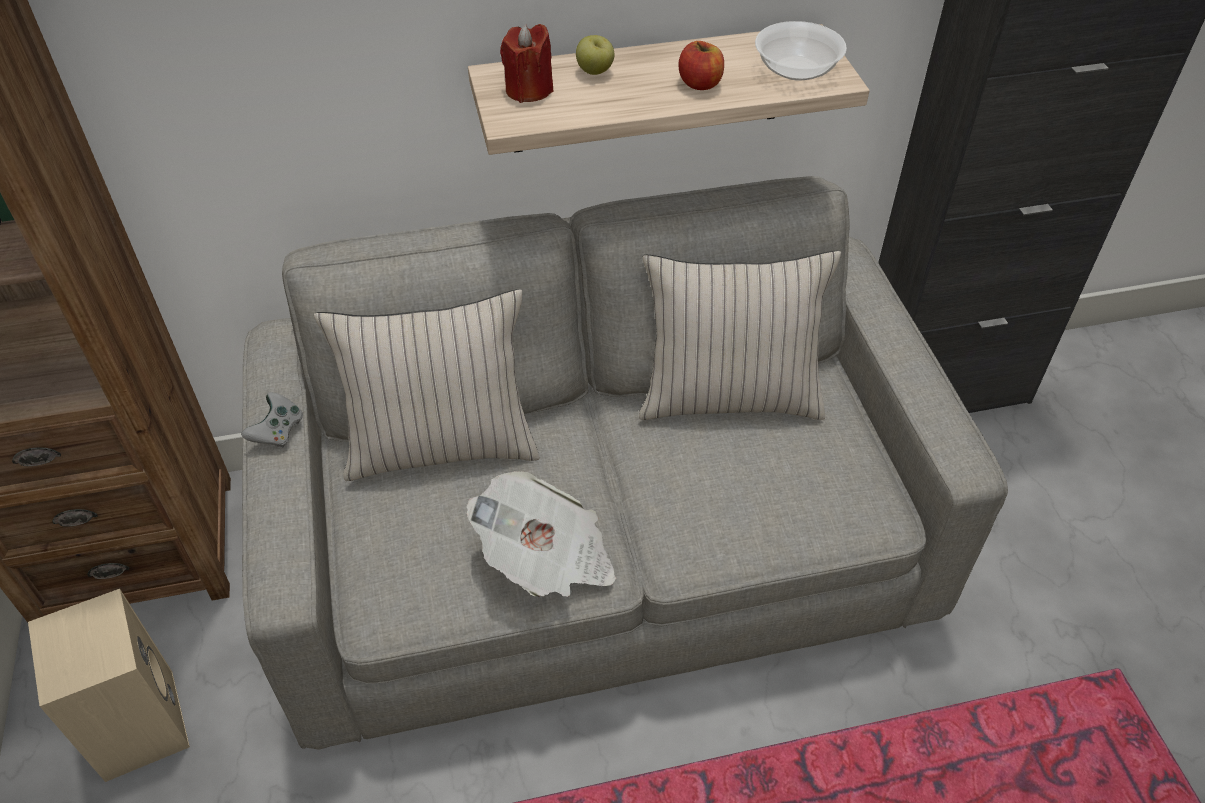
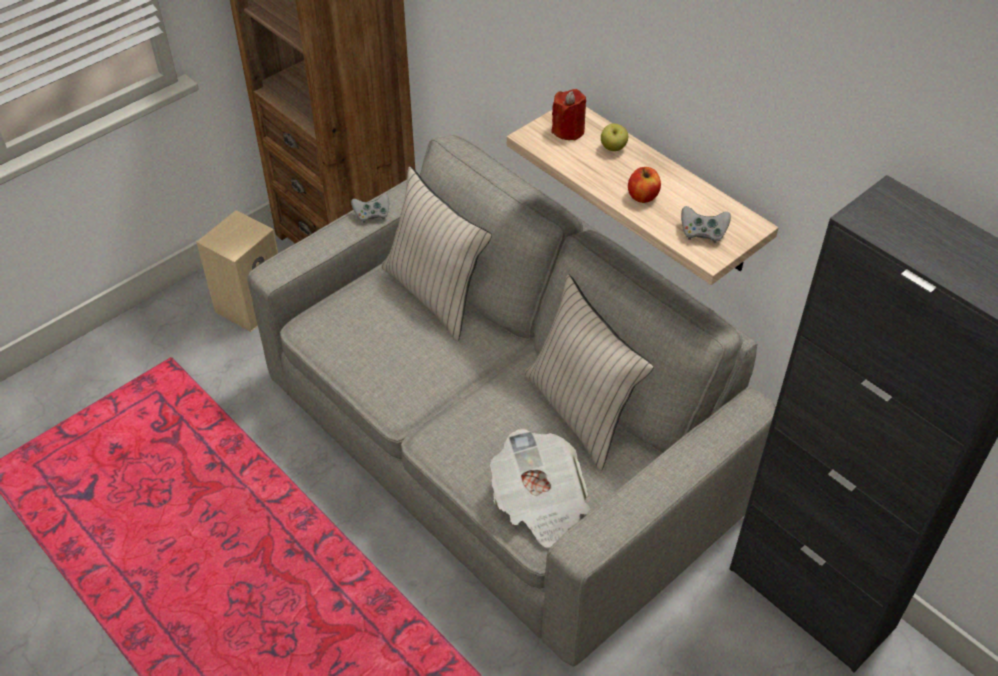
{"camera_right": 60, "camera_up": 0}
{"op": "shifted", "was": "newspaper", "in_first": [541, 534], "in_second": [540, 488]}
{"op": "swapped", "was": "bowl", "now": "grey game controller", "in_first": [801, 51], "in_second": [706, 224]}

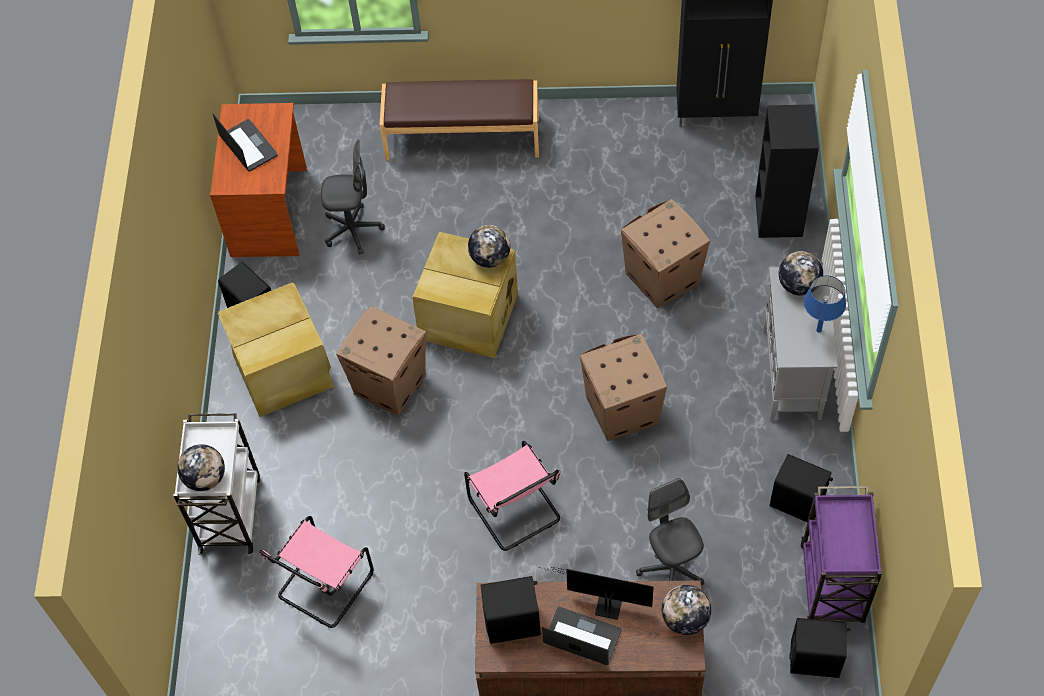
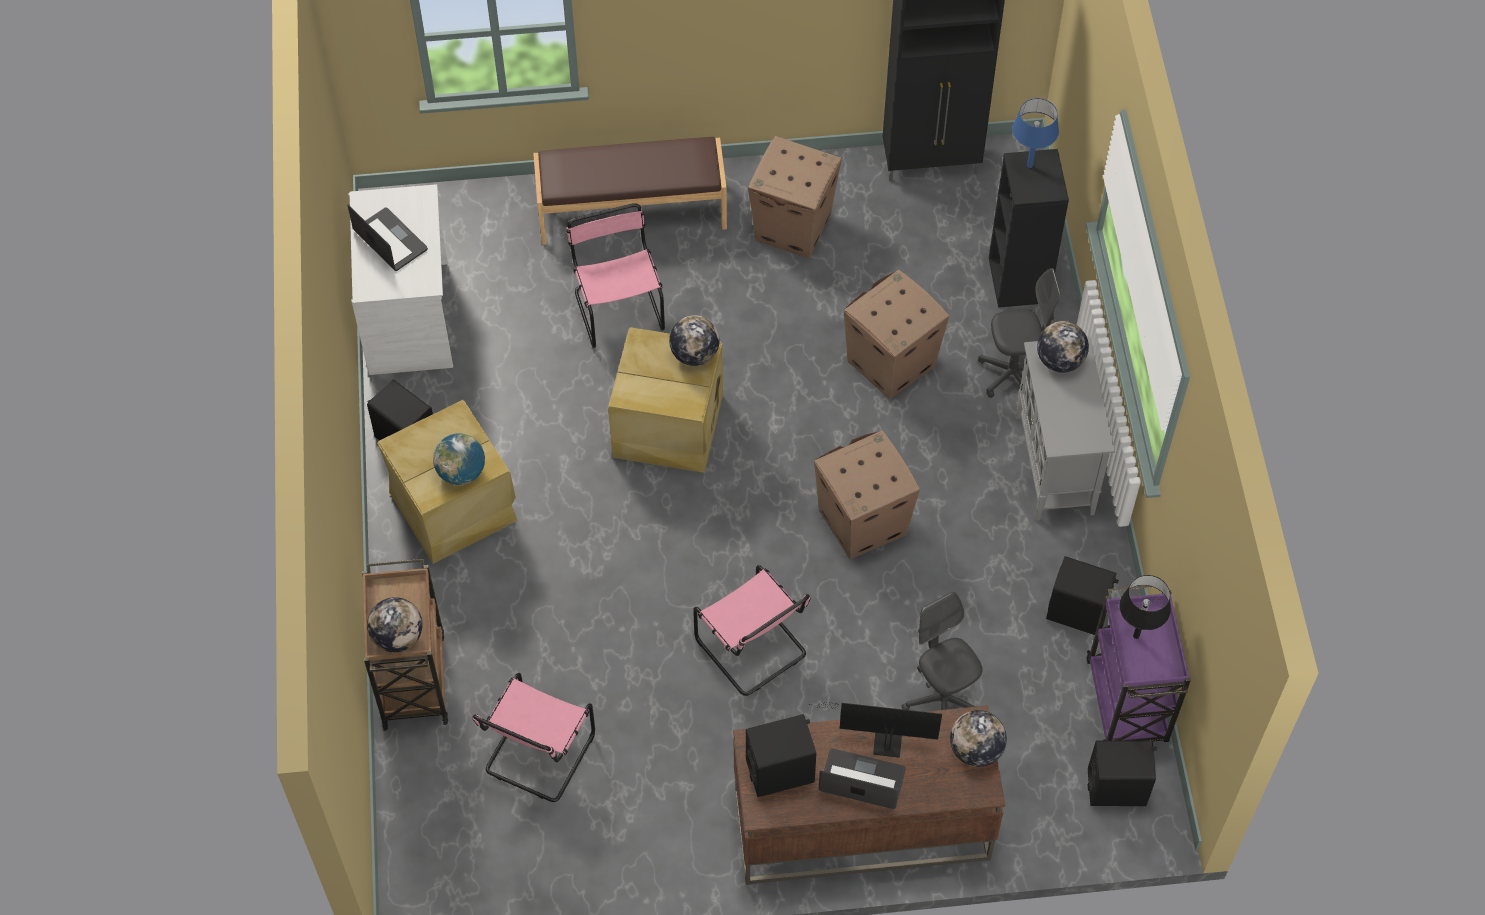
{"camera_right": -10, "camera_up": 0}
{"op": "new", "now": "globe", "in_second": [459, 459]}
{"op": "new", "now": "pink chair", "in_second": [615, 275]}
{"op": "new", "now": "black table lamp", "in_second": [1145, 607]}
{"op": "shifted", "was": "grey office chair", "in_first": [353, 197], "in_second": [1019, 333]}
{"op": "shifted", "was": "cardboard box", "in_first": [381, 360], "in_second": [795, 197]}
{"op": "shifted", "was": "blue table lamp", "in_first": [825, 304], "in_second": [1035, 133]}
{"op": "repainted", "was": "white cart", "now": "brown cart", "in_first": [216, 484], "in_second": [405, 645]}
{"op": "repainted", "was": "brown desk", "now": "white desk", "in_first": [258, 180], "in_second": [401, 279]}

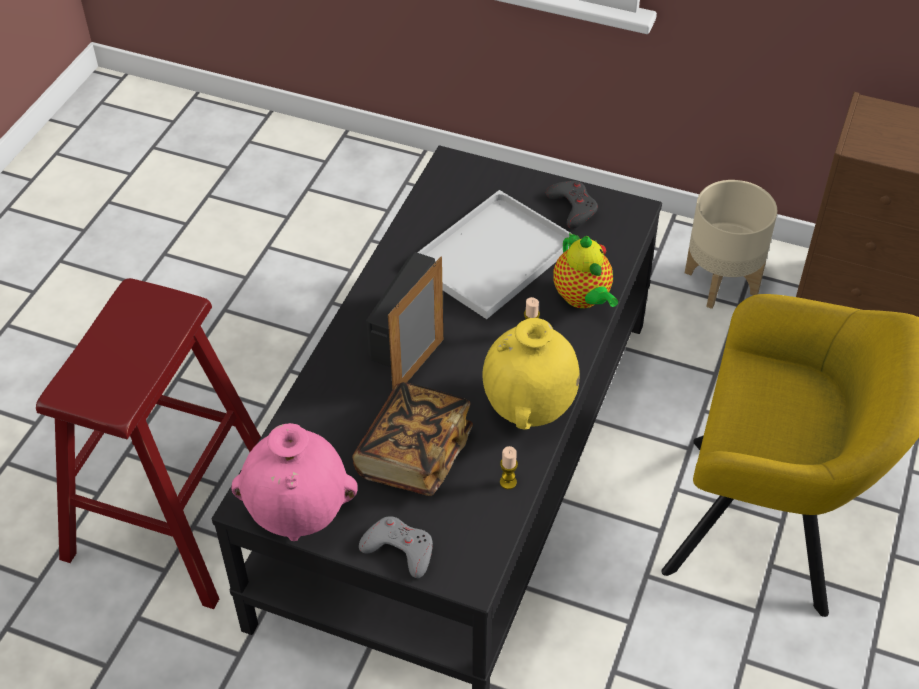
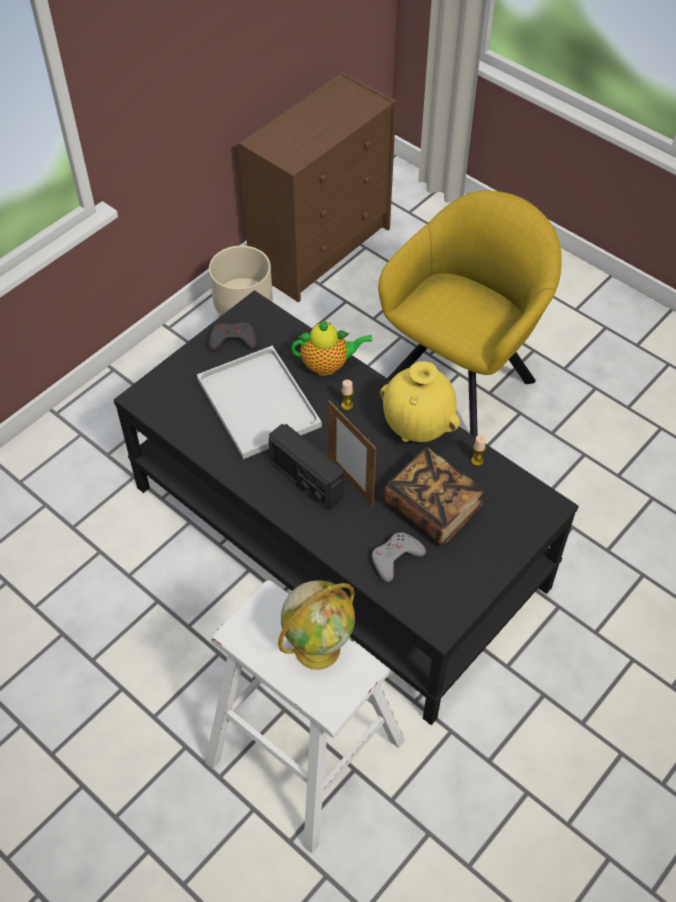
{"camera_right": -70, "camera_up": 5}
{"op": "gone", "was": "pink vase", "in_first": [295, 482]}
{"op": "new", "now": "globe", "in_second": [316, 625]}
{"op": "shifted", "was": "grey game controller", "in_first": [396, 547], "in_second": [399, 557]}
{"op": "repainted", "was": "red stool", "now": "white stool", "in_first": [148, 443], "in_second": [305, 717]}

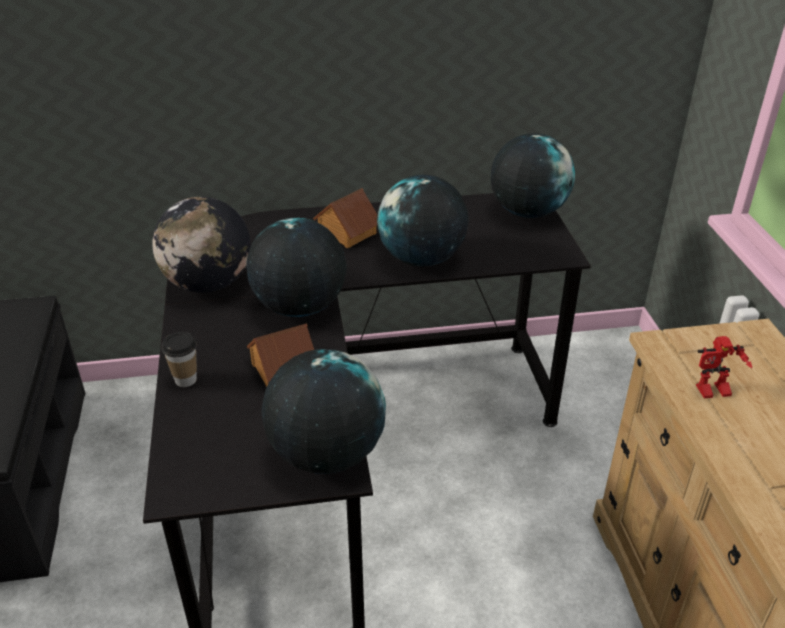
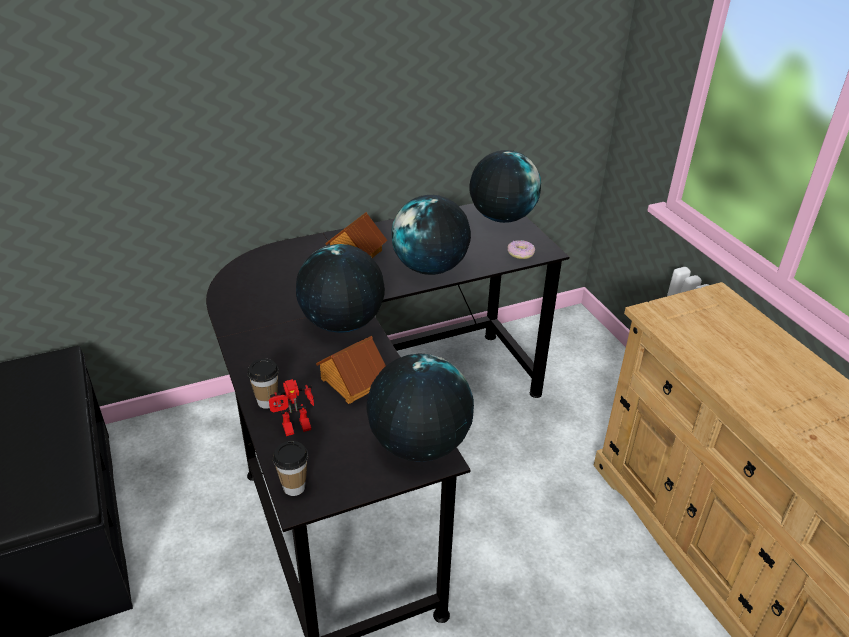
{"camera_right": -15, "camera_up": 0}
{"op": "gone", "was": "globe", "in_first": [201, 245]}
{"op": "new", "now": "cup", "in_second": [291, 468]}
{"op": "new", "now": "donut", "in_second": [521, 249]}
{"op": "shifted", "was": "toy robot", "in_first": [724, 367], "in_second": [291, 407]}

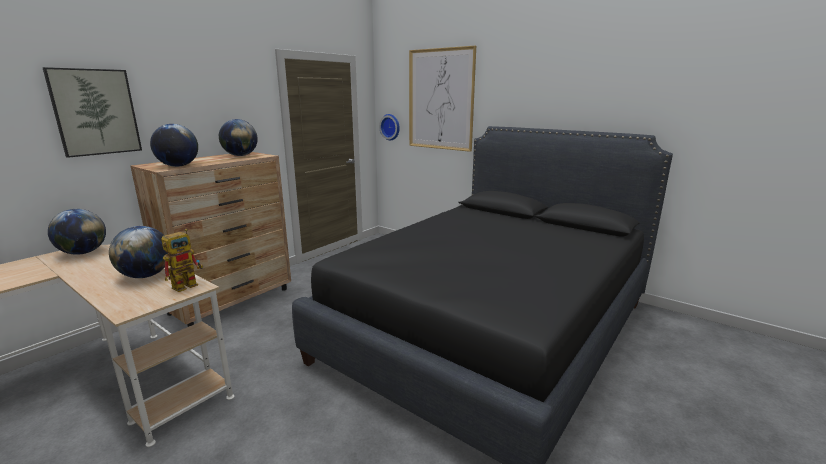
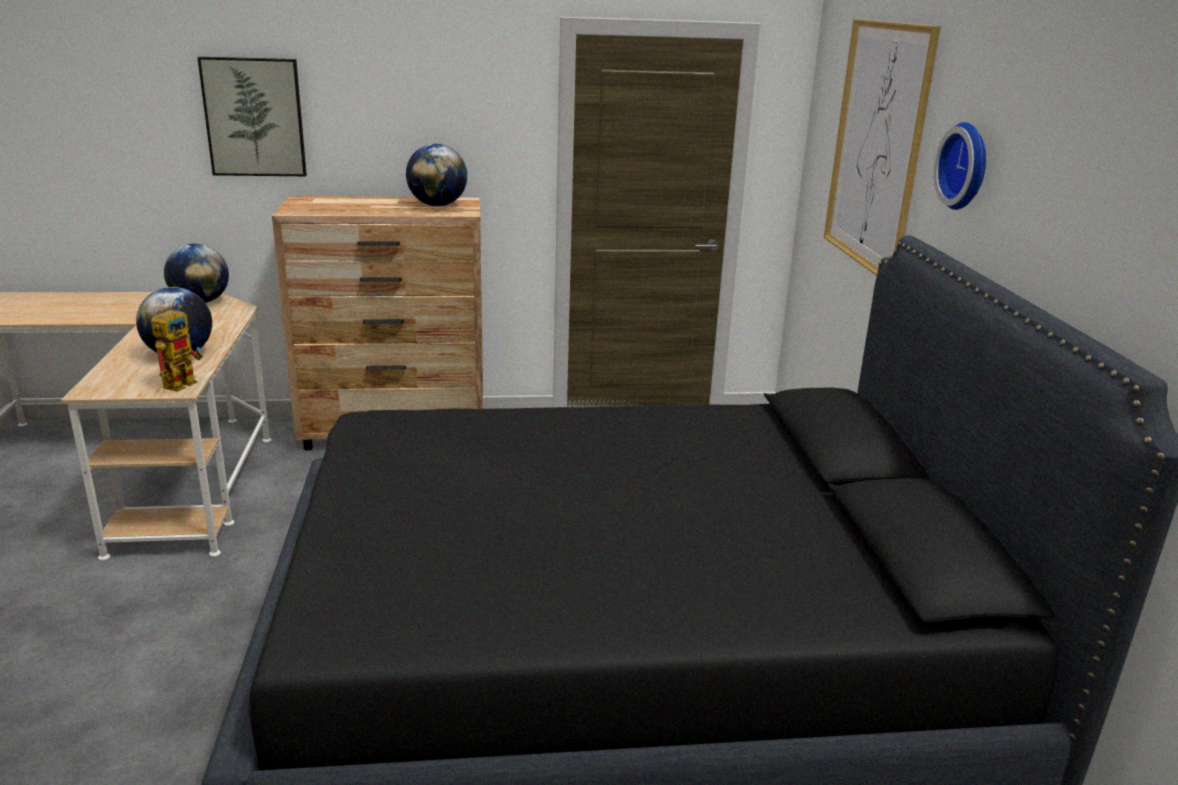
{"camera_right": 45, "camera_up": 5}
{"op": "gone", "was": "globe", "in_first": [174, 145]}
{"op": "shifted", "was": "wall clock", "in_first": [389, 127], "in_second": [960, 166]}
{"op": "rotated", "was": "toy robot", "in_first": [182, 260], "in_second": [177, 348], "clockwise": -60}

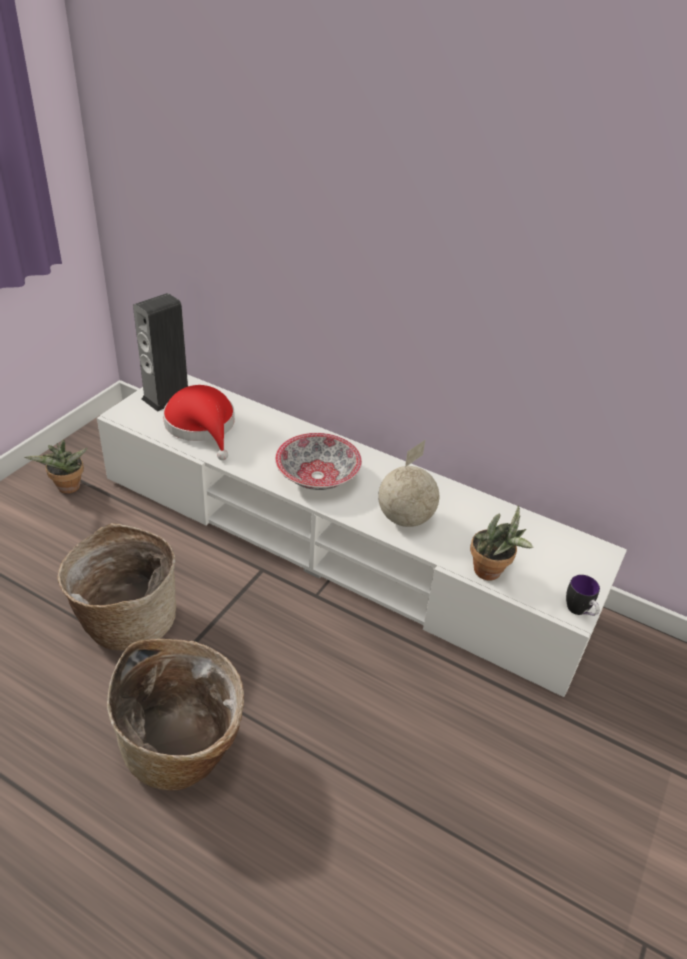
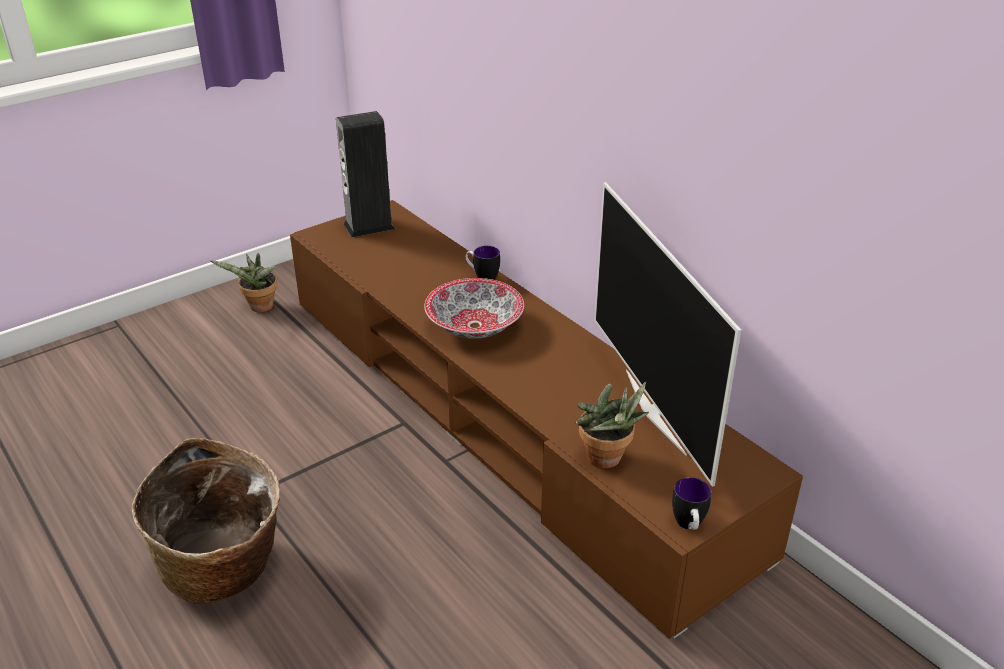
{"camera_right": 25, "camera_up": -5}
{"op": "gone", "was": "basket", "in_first": [116, 586]}
{"op": "gone", "was": "red hat", "in_first": [199, 422]}
{"op": "gone", "was": "globe", "in_first": [408, 483]}
{"op": "new", "now": "mug", "in_second": [482, 263]}
{"op": "new", "now": "television", "in_second": [667, 334]}
{"op": "repainted", "was": "white tv stand", "now": "brown tv stand", "in_first": [362, 535], "in_second": [546, 419]}

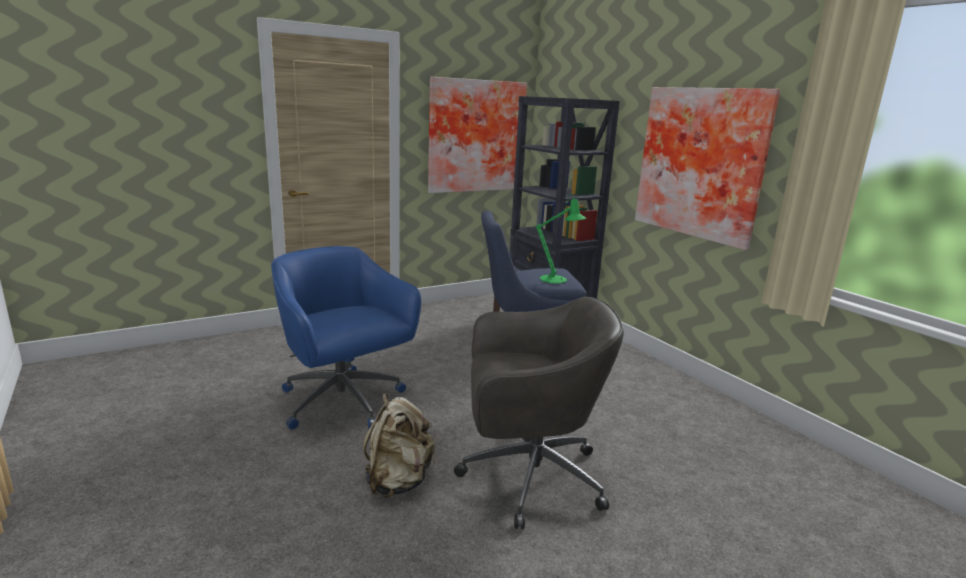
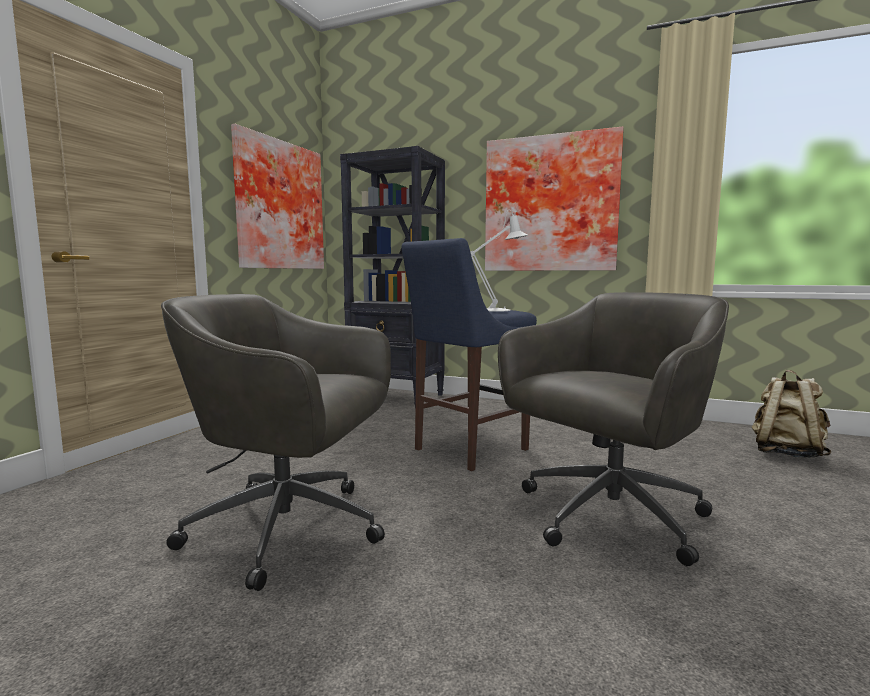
{"camera_right": -35, "camera_up": -10}
{"op": "shifted", "was": "beige backpack", "in_first": [399, 446], "in_second": [791, 414]}
{"op": "repainted", "was": "blue office chair", "now": "grey office chair", "in_first": [346, 337], "in_second": [276, 442]}
{"op": "repainted", "was": "green table lamp", "now": "white table lamp", "in_first": [561, 238], "in_second": [499, 261]}

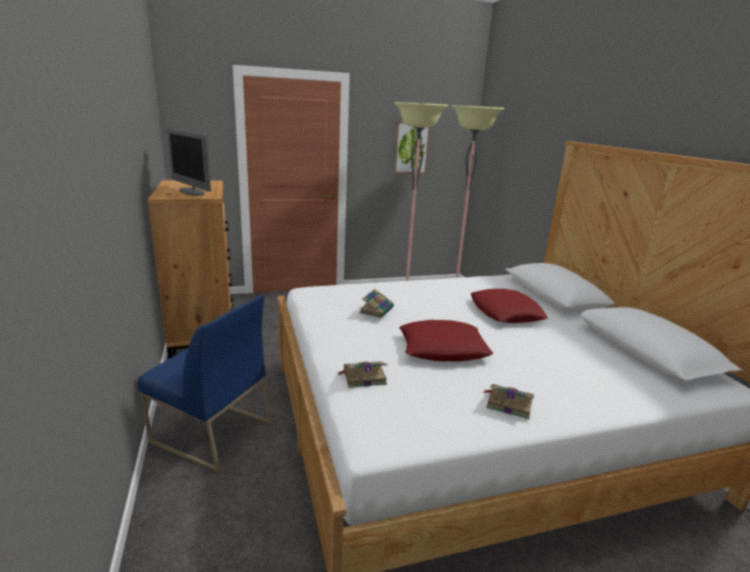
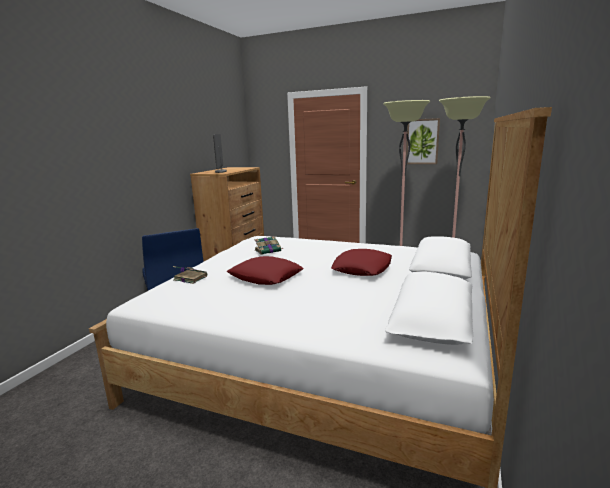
{"camera_right": 40, "camera_up": -5}
{"op": "gone", "was": "book", "in_first": [508, 401]}

